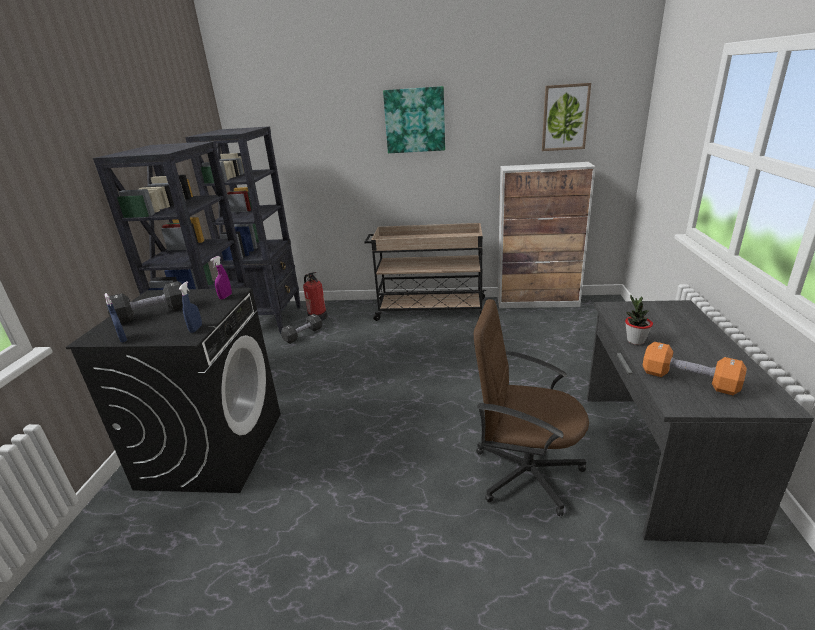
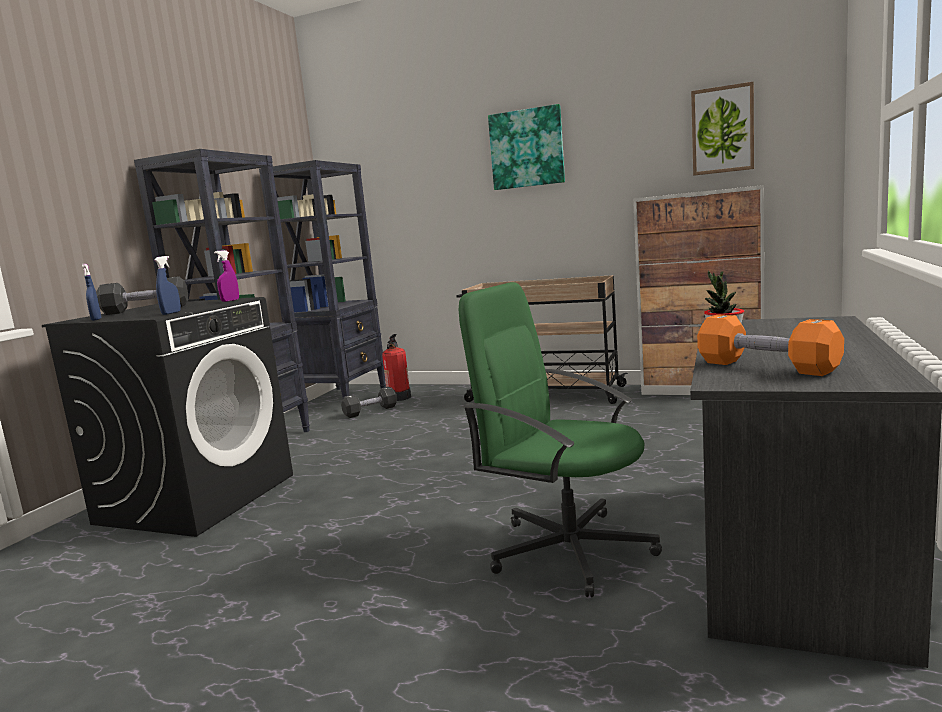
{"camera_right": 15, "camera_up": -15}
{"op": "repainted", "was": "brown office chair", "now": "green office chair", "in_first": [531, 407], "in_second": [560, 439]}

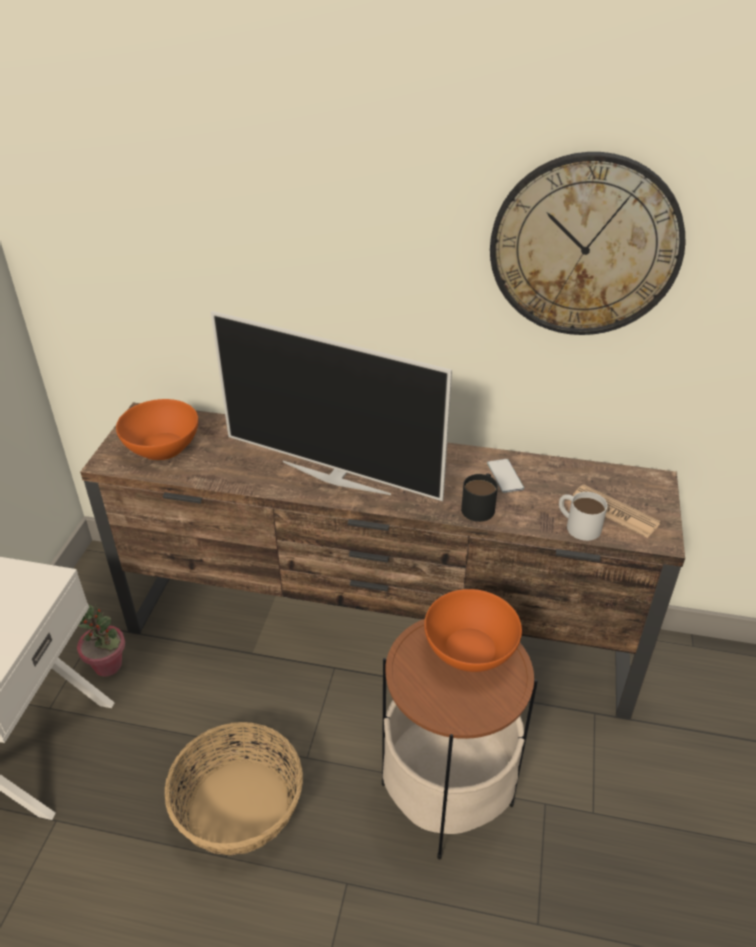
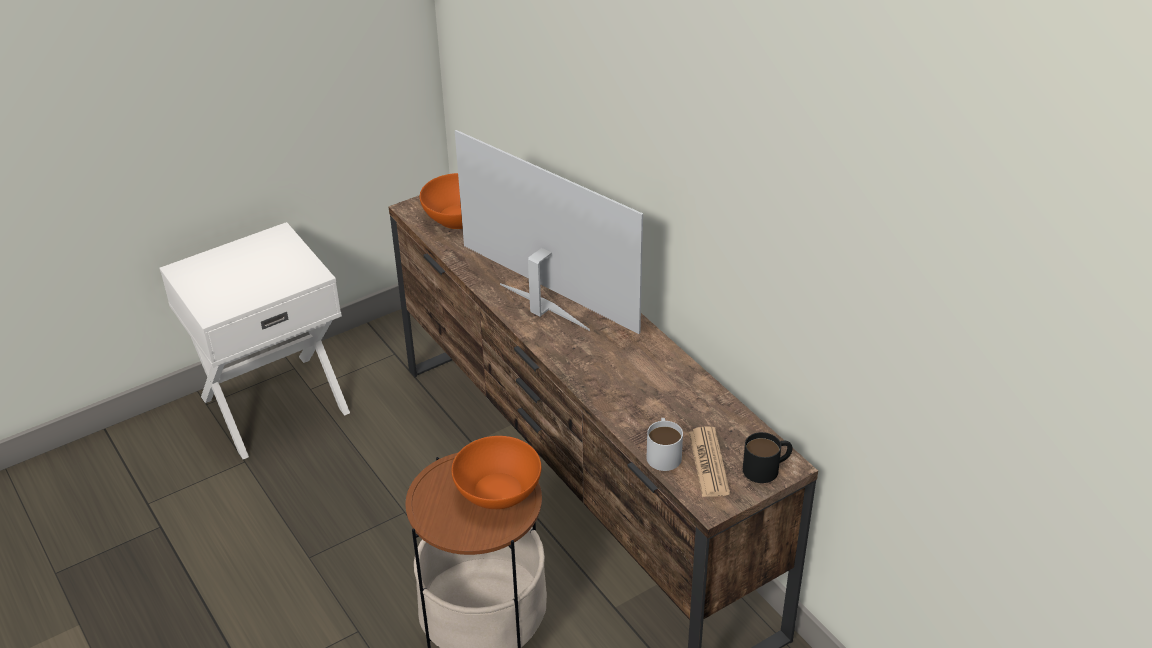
{"camera_right": 45, "camera_up": 0}
{"op": "gone", "was": "potted plant", "in_first": [101, 640]}
{"op": "gone", "was": "basket", "in_first": [234, 789]}
{"op": "gone", "was": "phone", "in_first": [505, 476]}
{"op": "gone", "was": "wall clock", "in_first": [588, 243]}
{"op": "shifted", "was": "black mug", "in_first": [479, 497], "in_second": [768, 457]}
{"op": "rotated", "was": "television", "in_first": [331, 406], "in_second": [549, 232], "clockwise": 150}

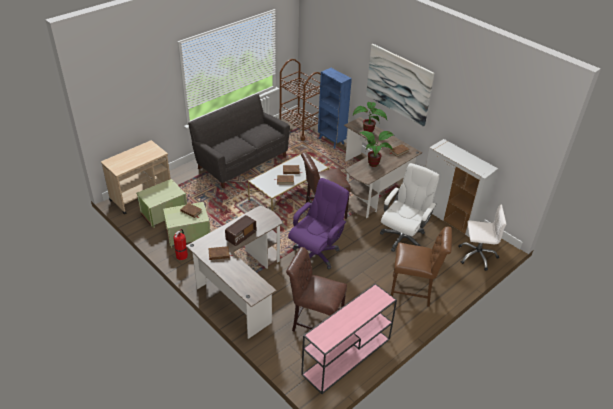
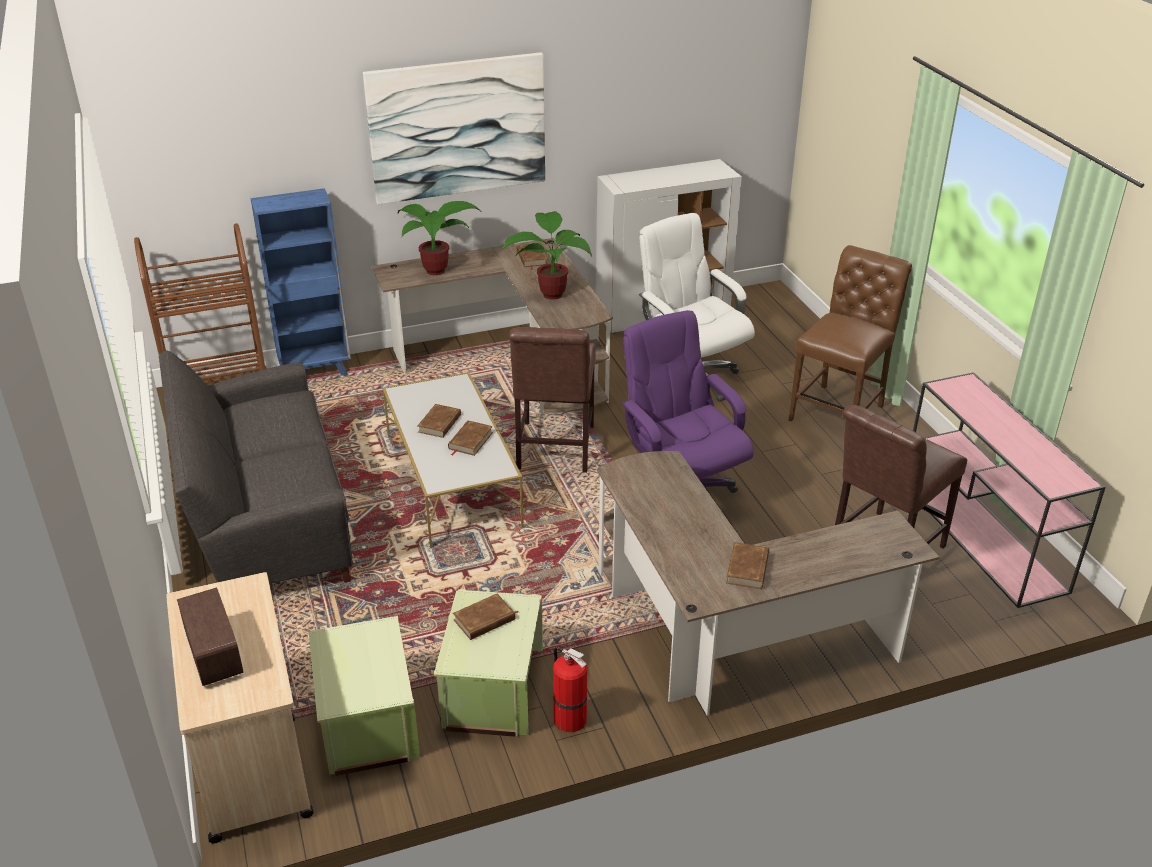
{"camera_right": -65, "camera_up": -5}
{"op": "gone", "was": "white office chair", "in_first": [482, 237]}
{"op": "shifted", "was": "radio", "in_first": [240, 230], "in_second": [210, 636]}

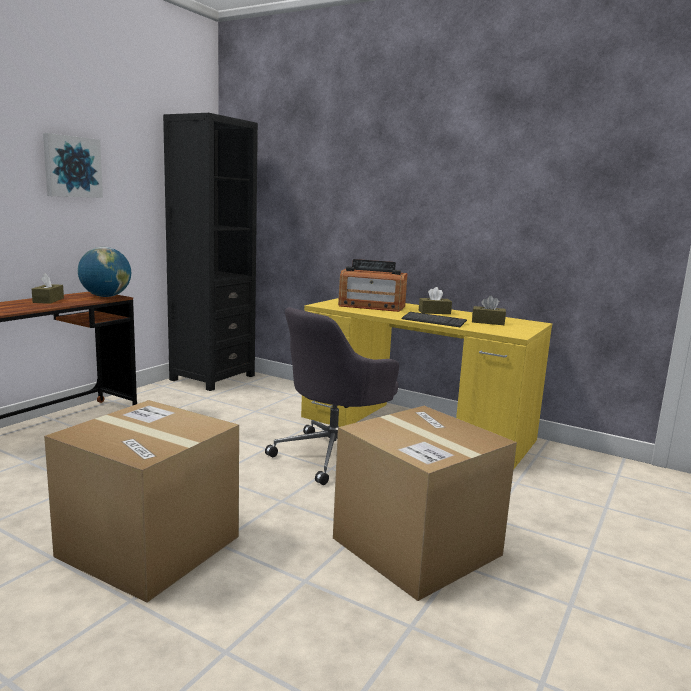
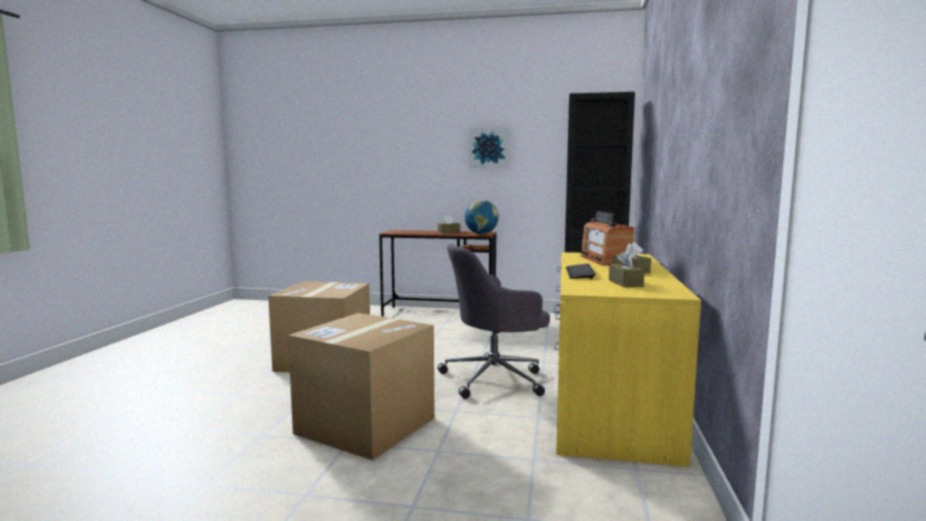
{"camera_right": 70, "camera_up": -5}
{"op": "rotated", "was": "grey office chair", "in_first": [332, 396], "in_second": [493, 321], "clockwise": -45}

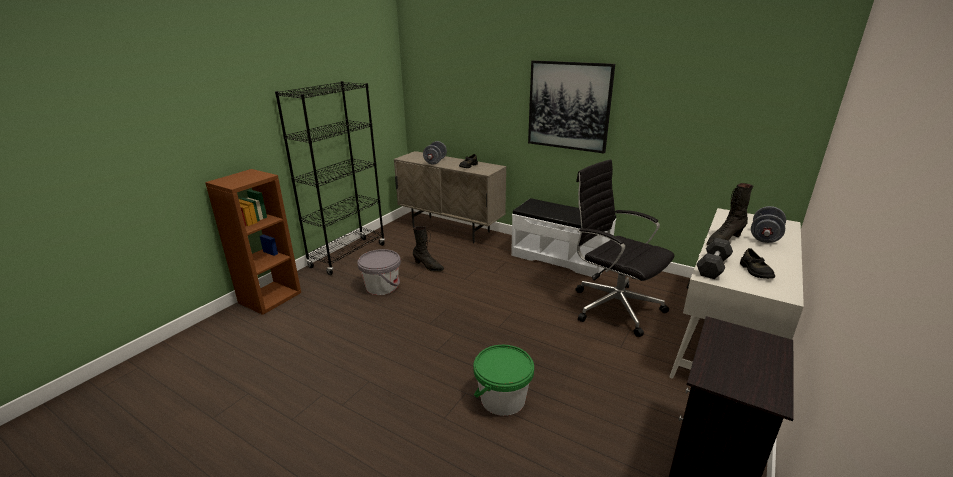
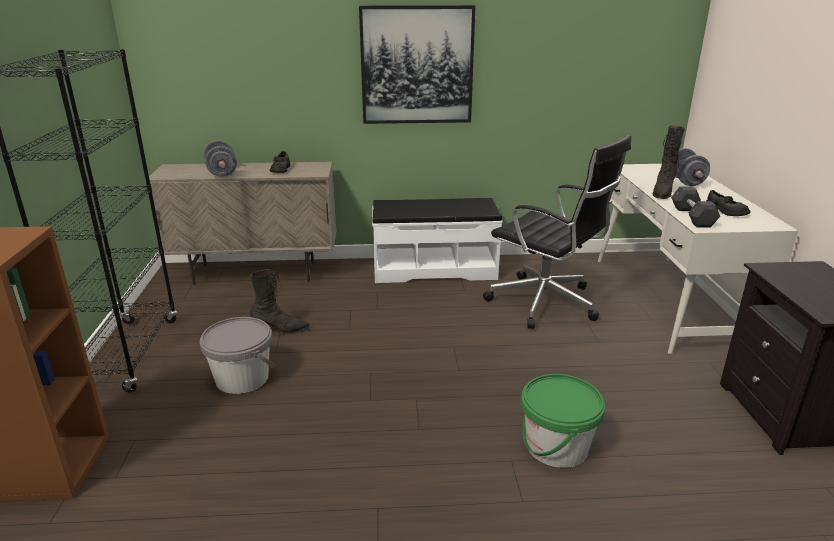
{"camera_right": -35, "camera_up": 0}
{"op": "rotated", "was": "black office chair", "in_first": [625, 248], "in_second": [557, 232], "clockwise": -150}

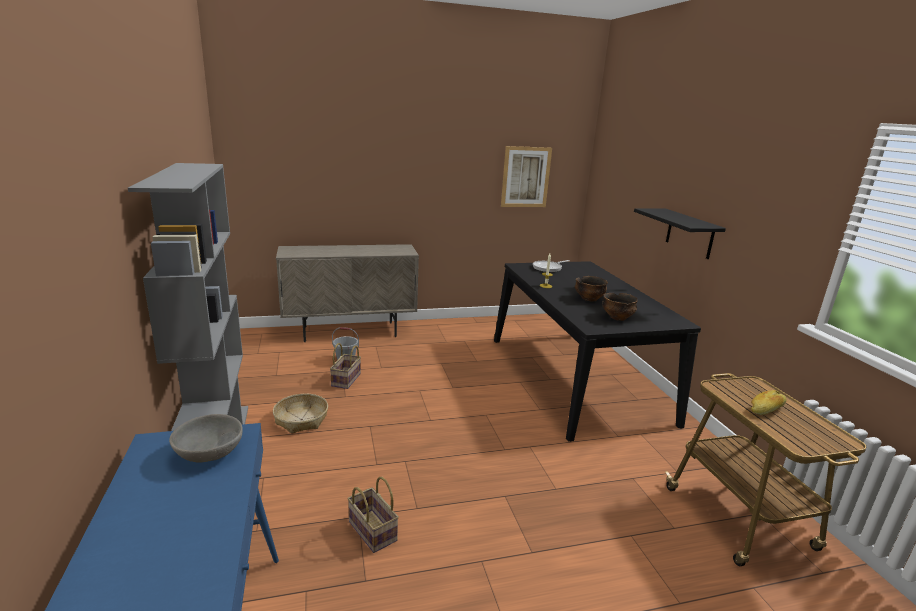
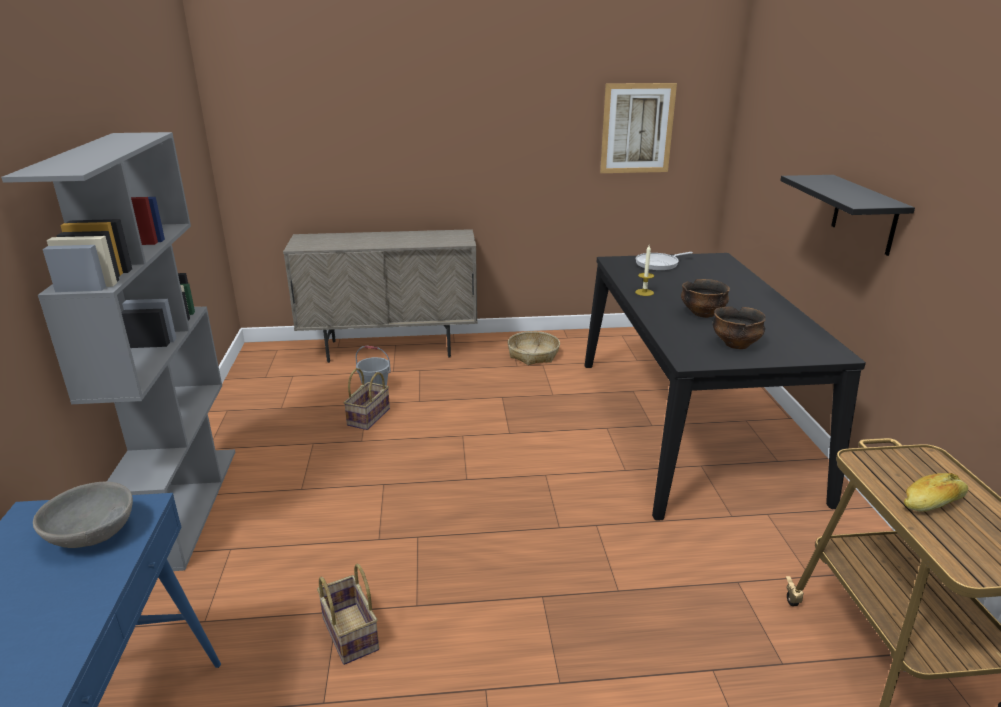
{"camera_right": 10, "camera_up": 5}
{"op": "shifted", "was": "basket", "in_first": [300, 414], "in_second": [534, 348]}

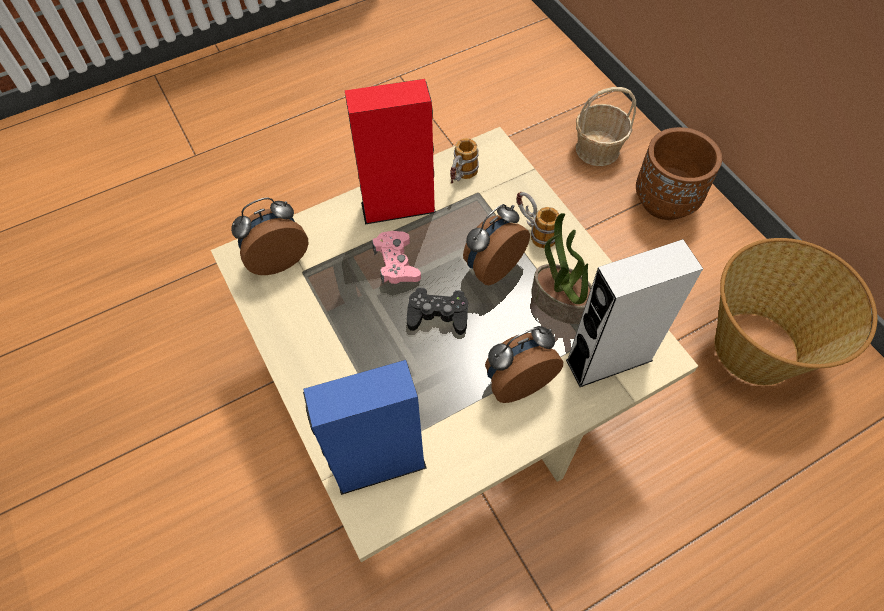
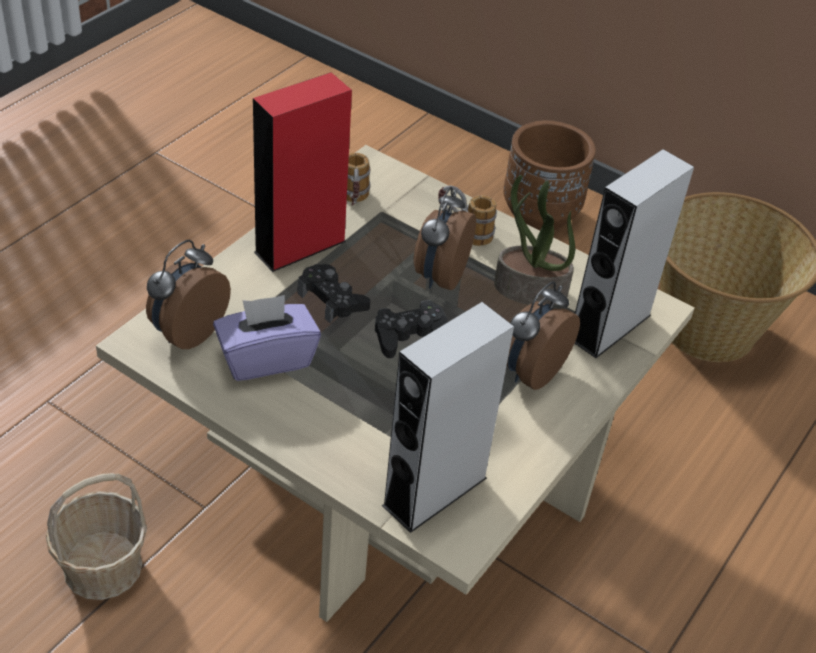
{"camera_right": -30, "camera_up": -15}
{"op": "new", "now": "purple tissue box", "in_second": [267, 338]}
{"op": "shifted", "was": "basket", "in_first": [606, 126], "in_second": [96, 536]}
{"op": "repainted", "was": "blue speaker", "now": "grey speaker", "in_first": [365, 427], "in_second": [448, 417]}
{"op": "repainted", "was": "pink game controller", "now": "black game controller", "in_first": [396, 257], "in_second": [334, 293]}

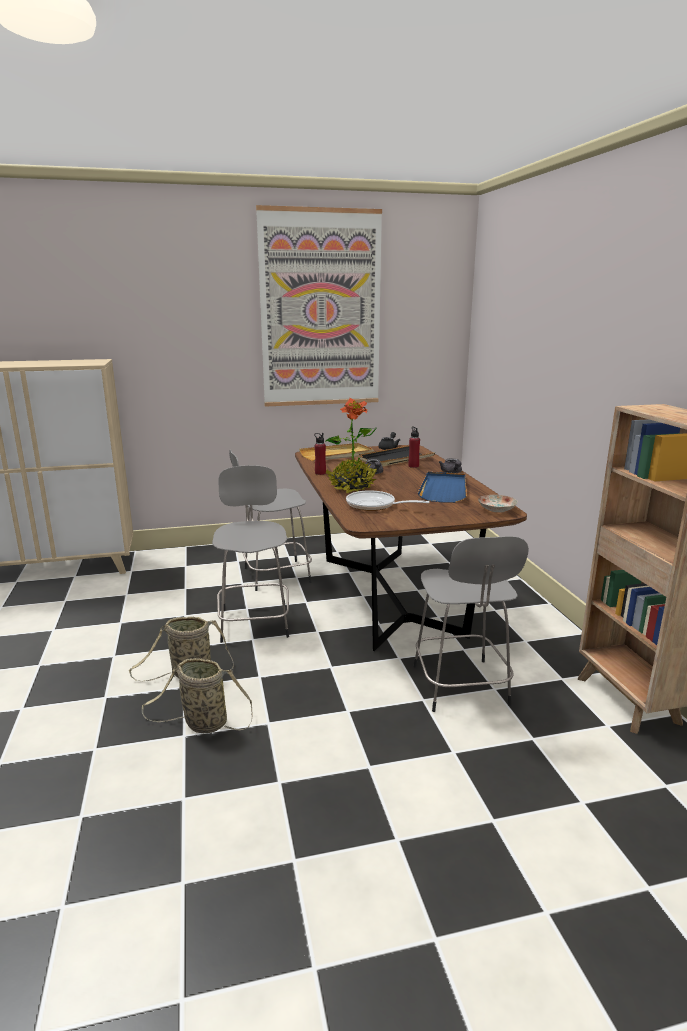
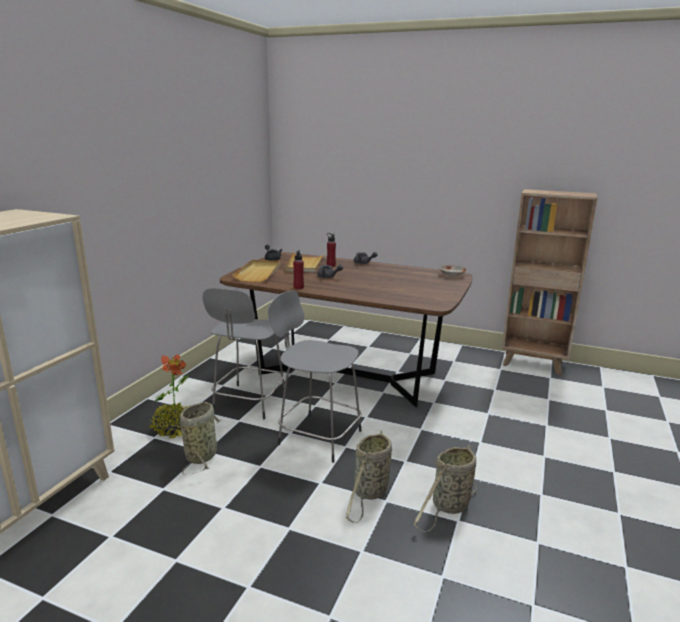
{"camera_right": -55, "camera_up": 0}
{"op": "gone", "was": "picture", "in_first": [319, 306]}
{"op": "gone", "was": "frying pan", "in_first": [388, 500]}
{"op": "gone", "was": "grey stool", "in_first": [471, 624]}
{"op": "gone", "was": "blue tray", "in_first": [442, 487]}
{"op": "new", "now": "basket", "in_second": [201, 438]}
{"op": "shifted", "was": "potted plant", "in_first": [351, 445], "in_second": [170, 396]}
{"op": "repainted", "was": "black tray", "now": "beige tray", "in_first": [396, 456], "in_second": [305, 262]}

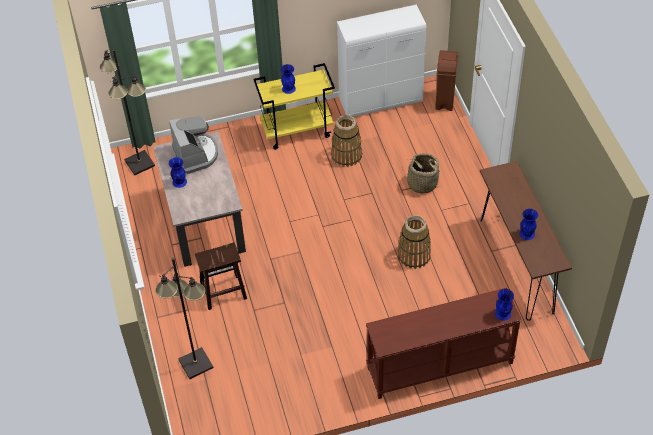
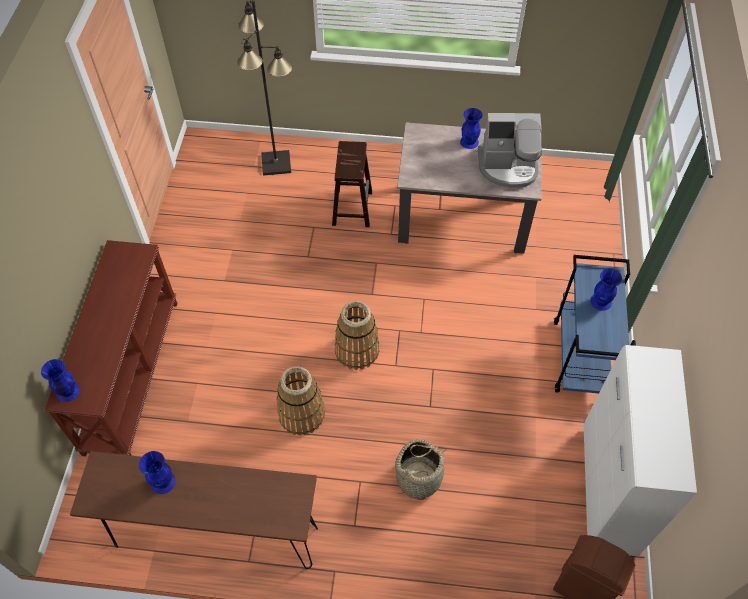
{"camera_right": 110, "camera_up": 5}
{"op": "gone", "was": "black floor lamp", "in_first": [127, 112]}
{"op": "shifted", "was": "basket", "in_first": [346, 141], "in_second": [357, 335]}
{"op": "repainted", "was": "yellow cart", "now": "blue cart", "in_first": [294, 106], "in_second": [595, 324]}

